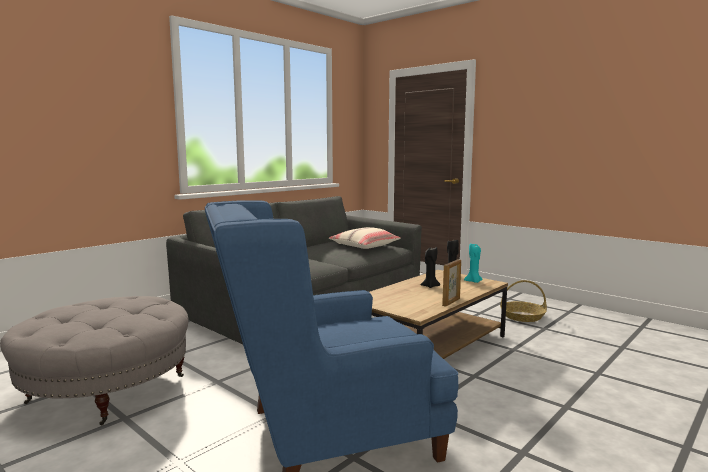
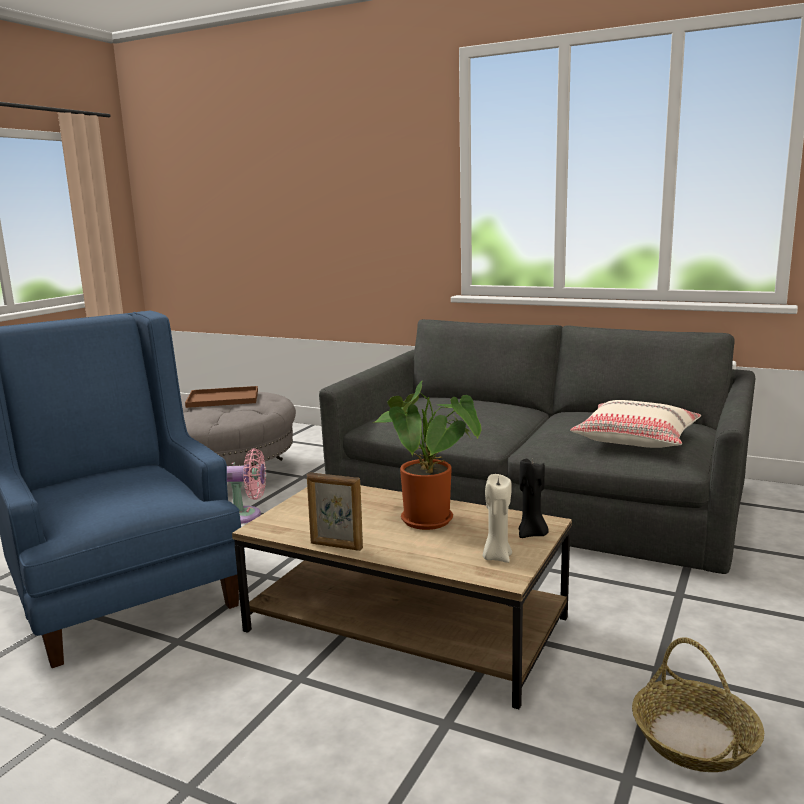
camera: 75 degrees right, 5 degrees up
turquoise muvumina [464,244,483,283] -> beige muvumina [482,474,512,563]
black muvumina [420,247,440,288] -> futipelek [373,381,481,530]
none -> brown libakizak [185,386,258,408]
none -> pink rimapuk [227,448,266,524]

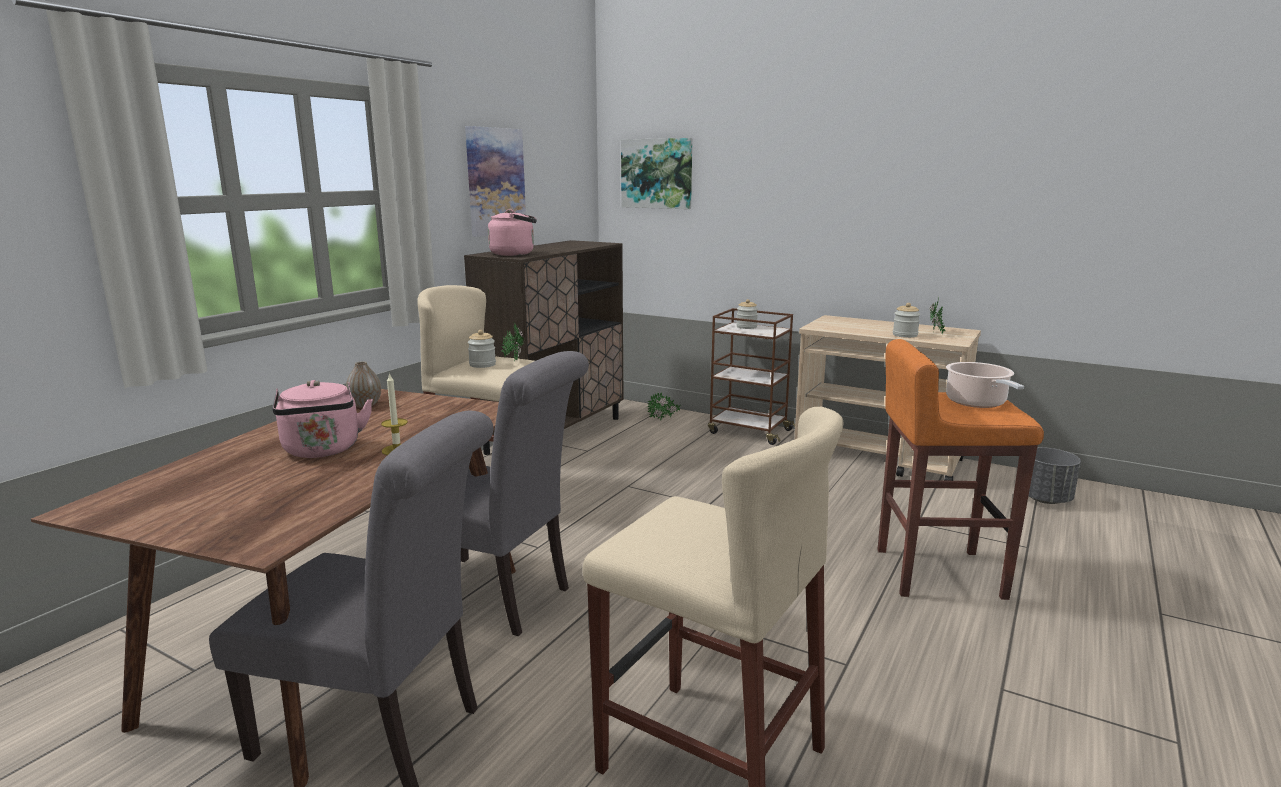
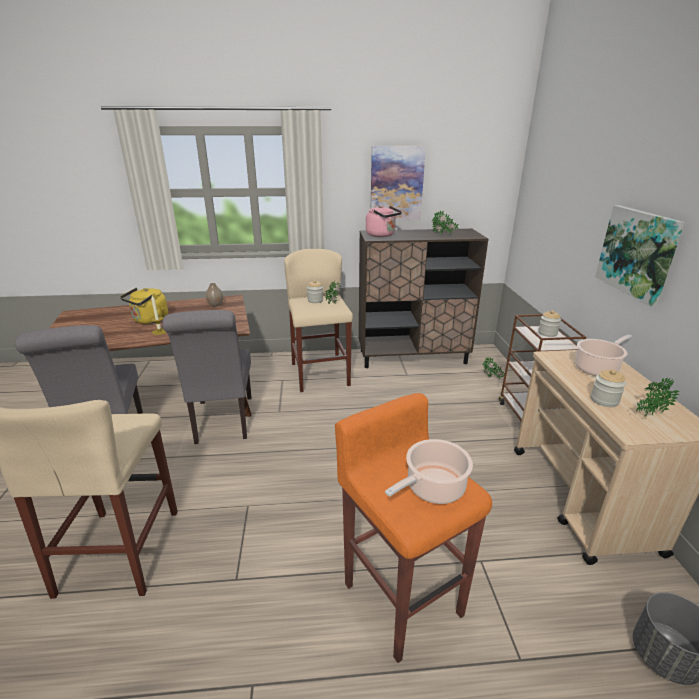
camera: 55 degrees right, 10 degrees up
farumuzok [621,138,692,209] -> farumuzok [595,205,685,306], moved
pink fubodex [272,380,373,458] -> yellow fubodex [120,288,168,324]
none -> futipelek [432,210,459,235]
none -> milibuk [575,334,632,376]

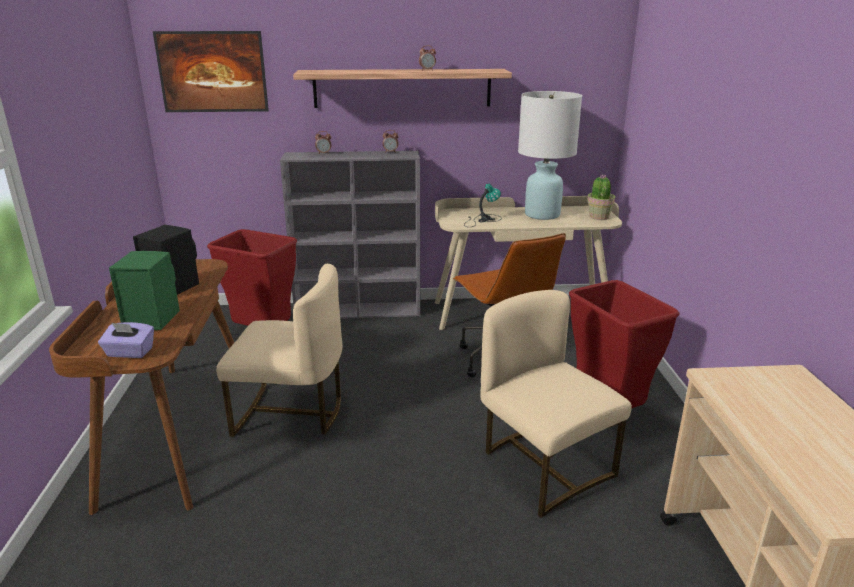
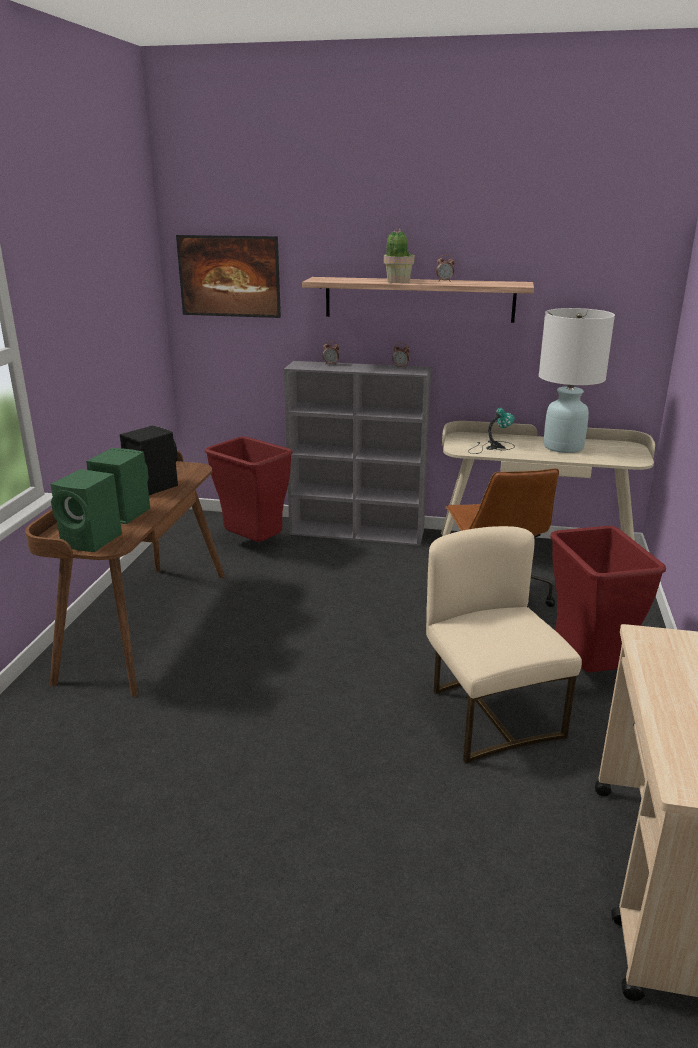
camera: 15 degrees right, 0 degrees up
futipelek [587,175,615,220] -> futipelek [384,228,415,283], moved
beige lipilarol [216,264,342,437] -> none
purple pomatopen [98,322,154,358] -> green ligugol [51,469,122,552]

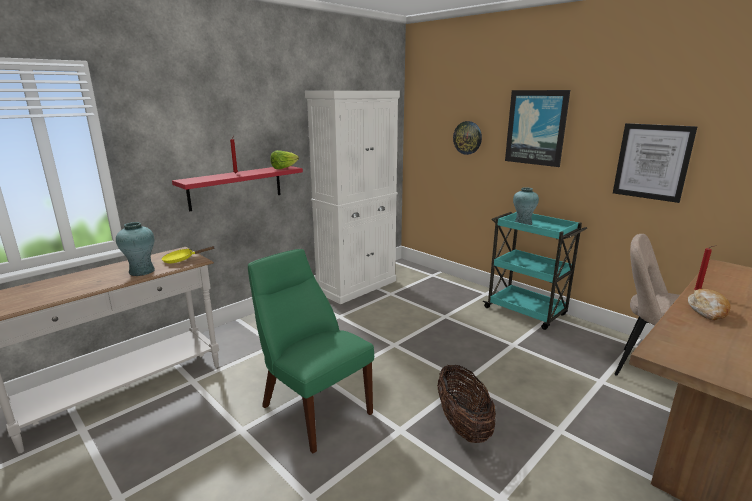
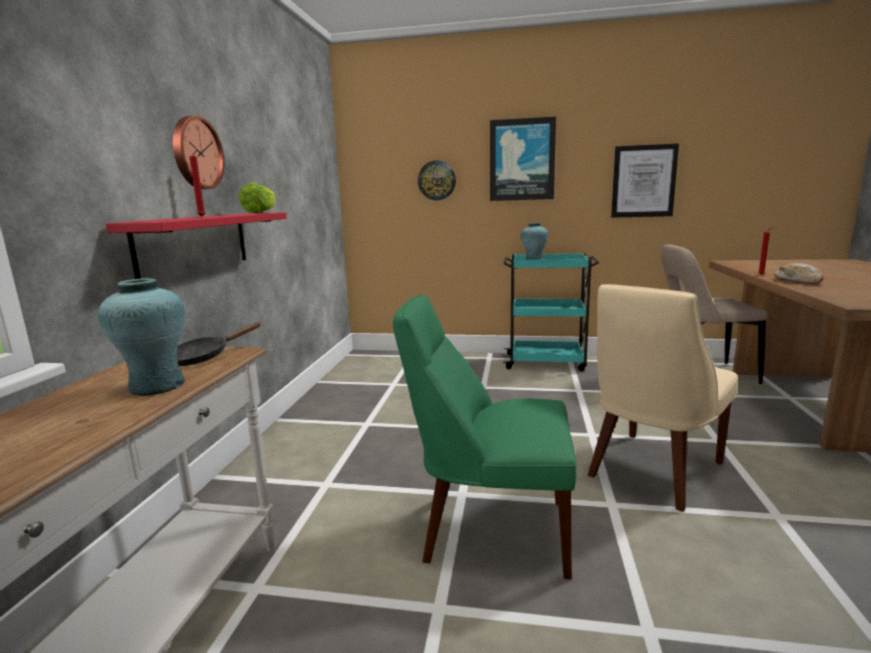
camera: 35 degrees left, 5 degrees down
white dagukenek [305,91,400,304] -> none
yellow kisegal [162,246,214,263] -> black kisegal [177,323,261,366]
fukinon [437,364,496,443] -> beige lipilarol [588,284,738,512]
none -> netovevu [173,116,225,189]

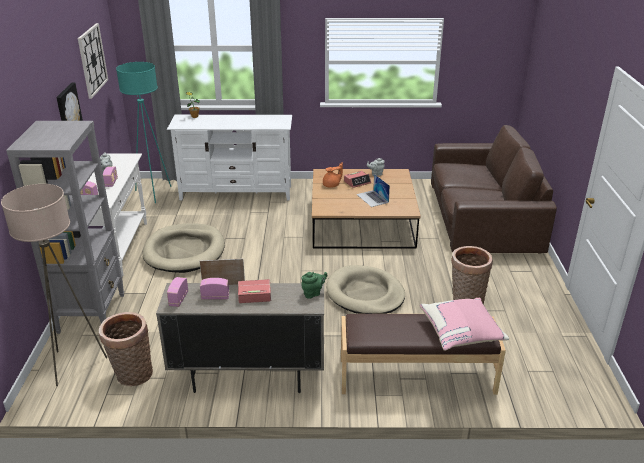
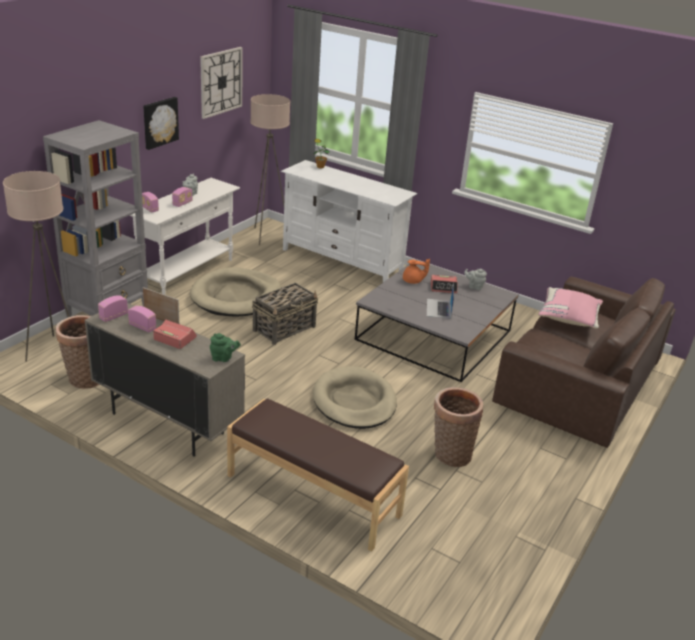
camera: 30 degrees right, 0 degrees up
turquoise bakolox [116,62,171,203] -> beige bakolox [250,94,290,245]
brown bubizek [312,169,421,249] -> grey bubizek [355,259,519,382]
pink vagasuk [420,298,509,351] -> pink vagasuk [538,287,603,329], moved
none -> fukinon [252,283,318,345]

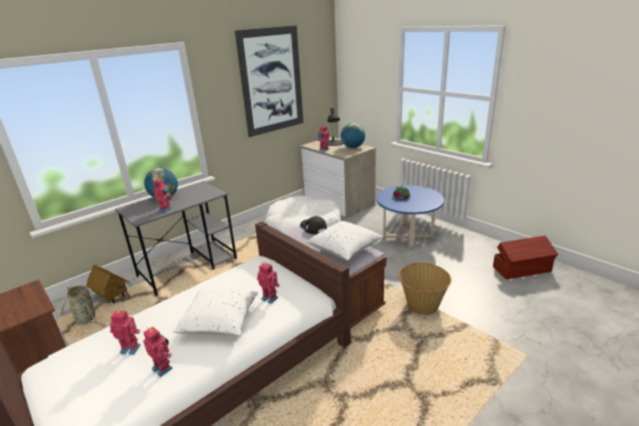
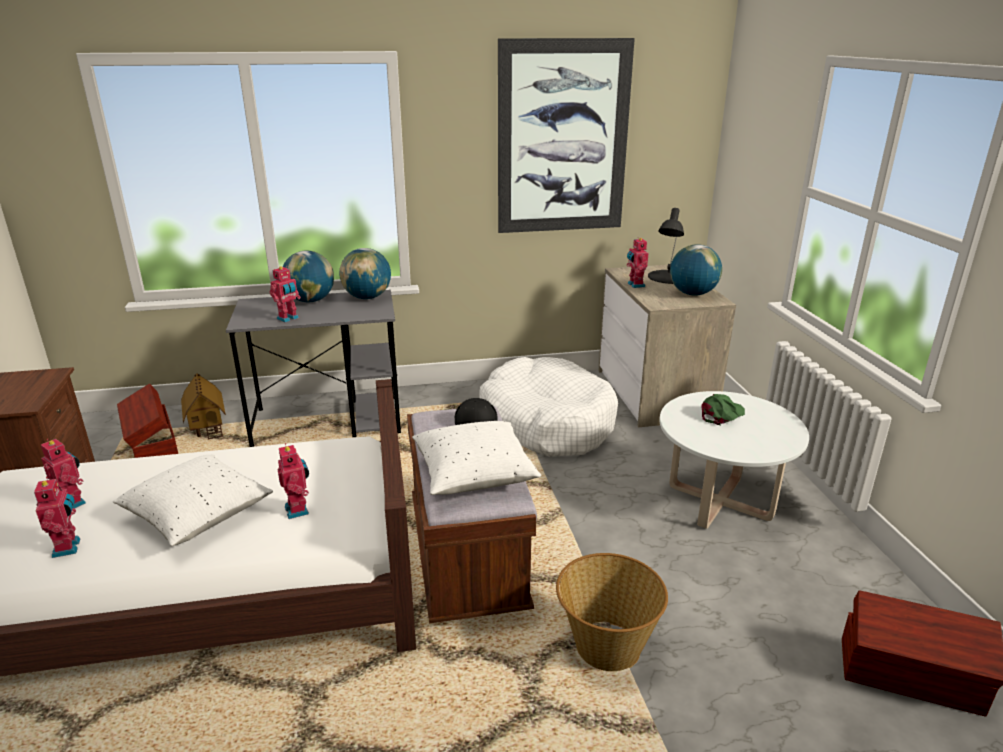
camera: 30 degrees right, 0 degrees up
blue bubizek [376,185,444,248] -> white bubizek [659,391,809,529]
fukinon [60,285,106,327] -> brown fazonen [117,383,178,458]
none -> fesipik [339,248,391,299]

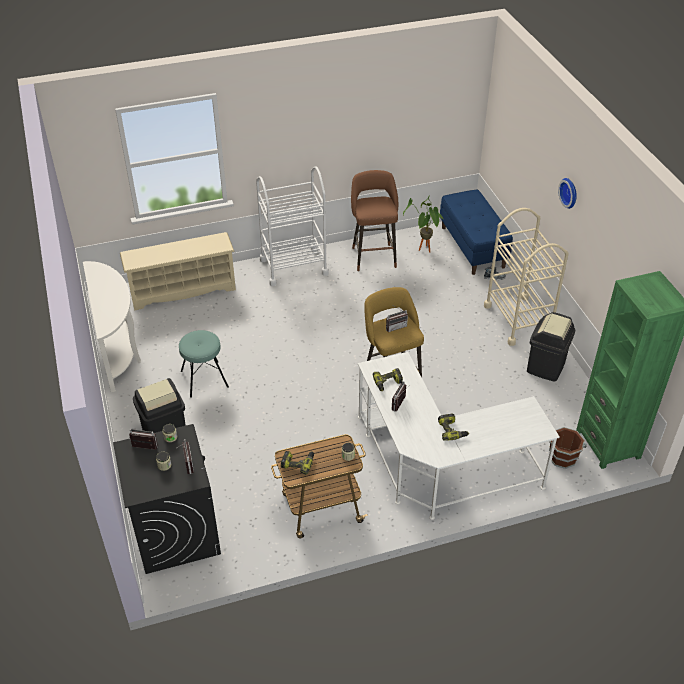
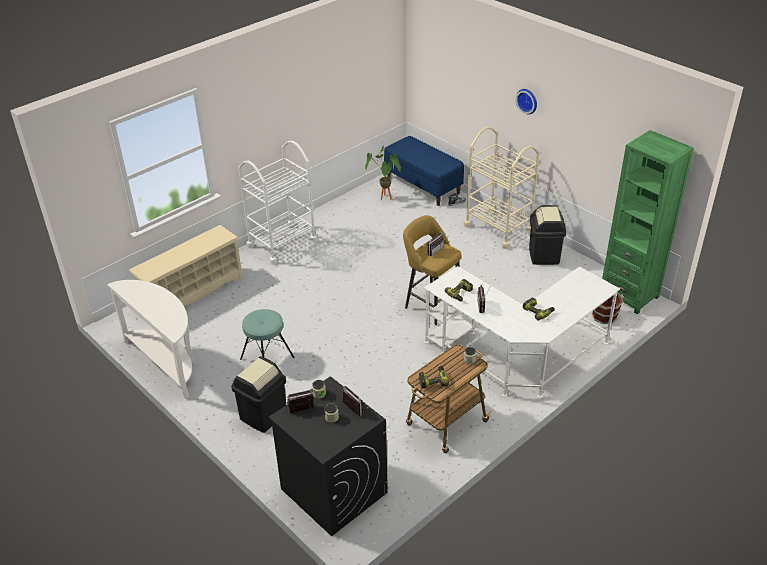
camera: 25 degrees left, 5 degrees down
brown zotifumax [351,170,398,271] -> none

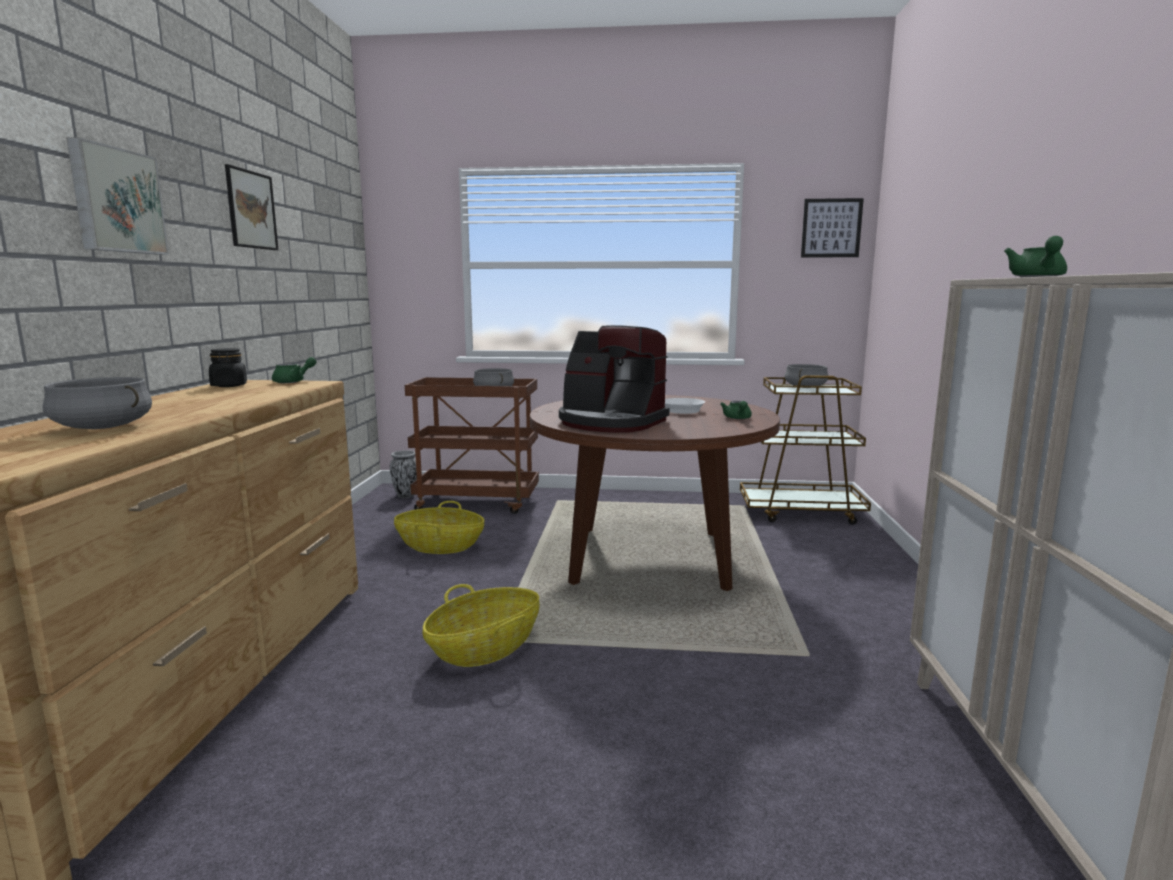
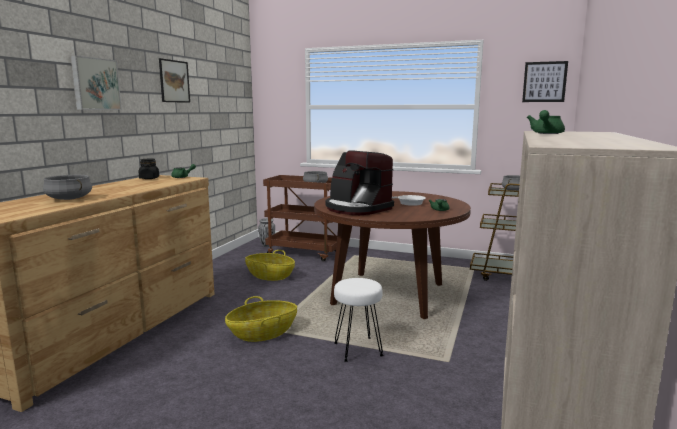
camera: 15 degrees right, 0 degrees up
none -> white zotifumax [334,278,384,362]

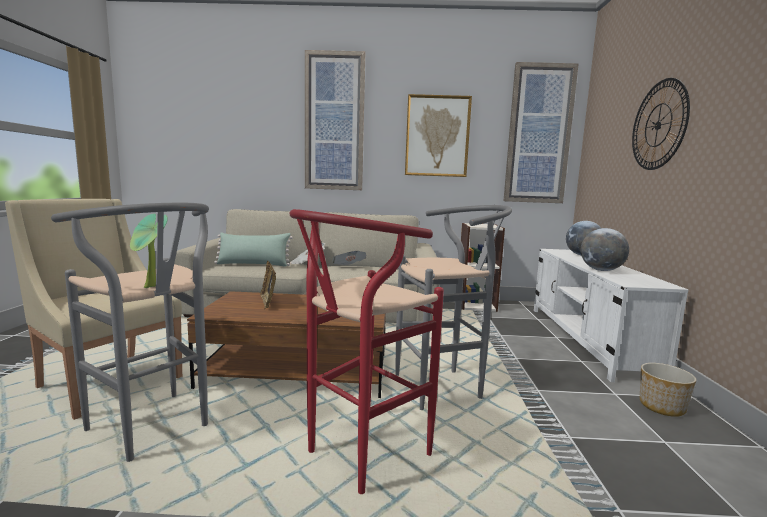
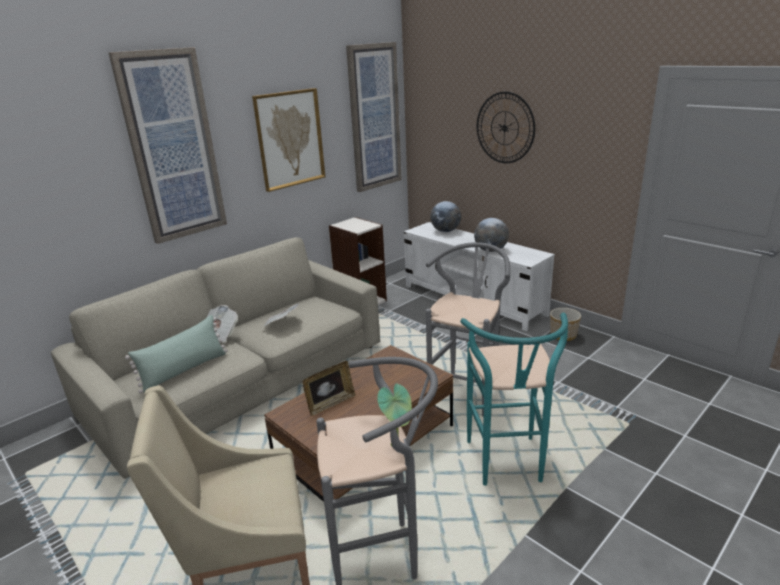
camera: 45 degrees left, 15 degrees up
red zotifumax [290,209,444,494] -> turquoise zotifumax [460,313,568,485]
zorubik [260,261,276,309] -> zorubik [303,361,356,416], 60 degrees counterclockwise

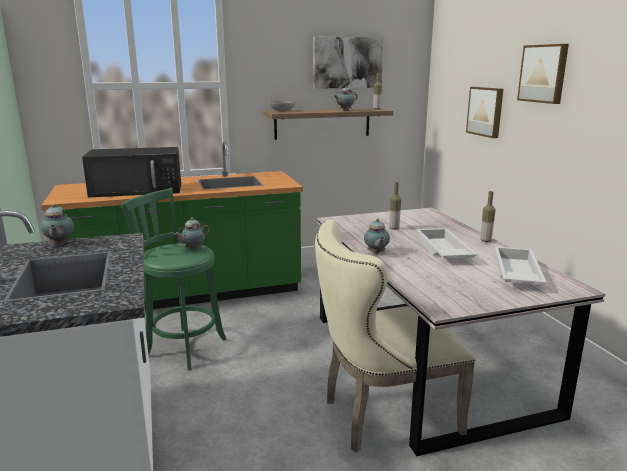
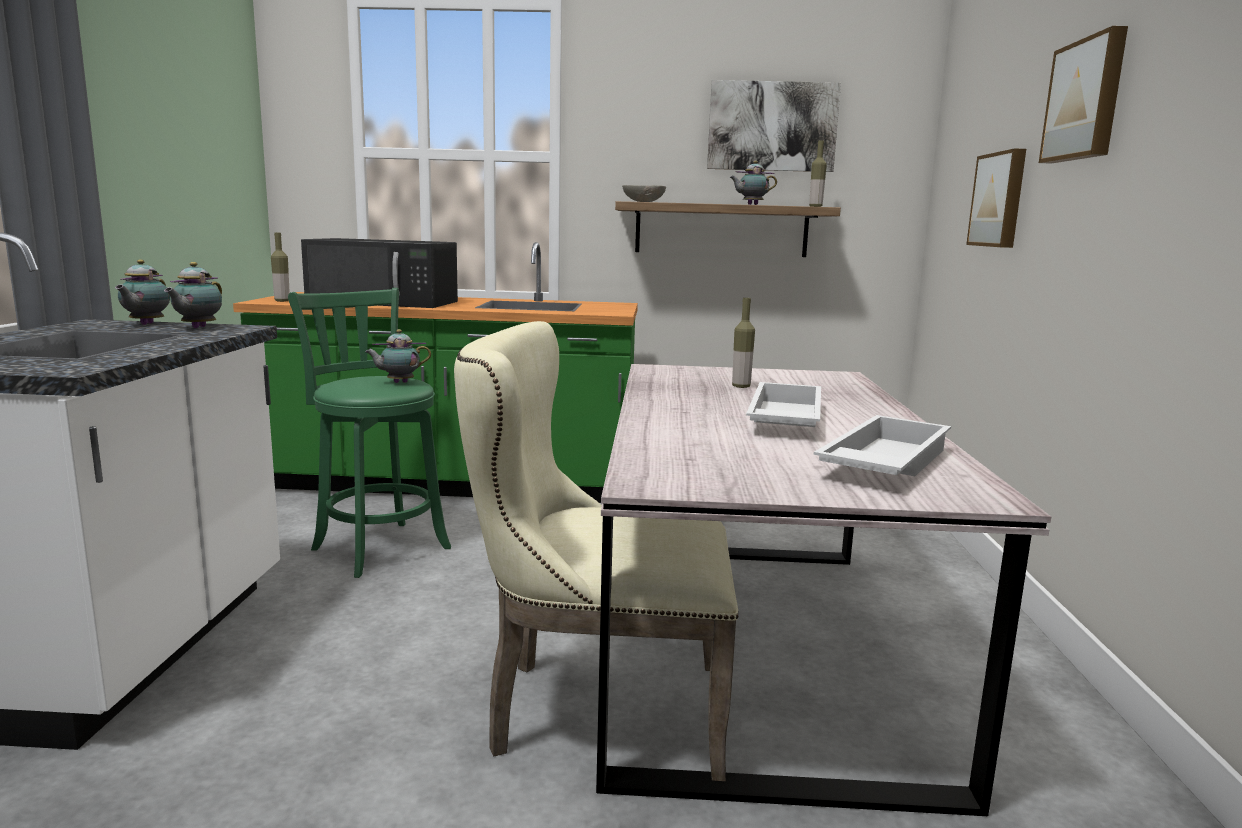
camera: 20 degrees right, 5 degrees down
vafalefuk [480,191,496,242] -> vafalefuk [271,233,290,302], moved
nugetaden [364,218,390,254] -> nugetaden [164,262,222,328], moved

